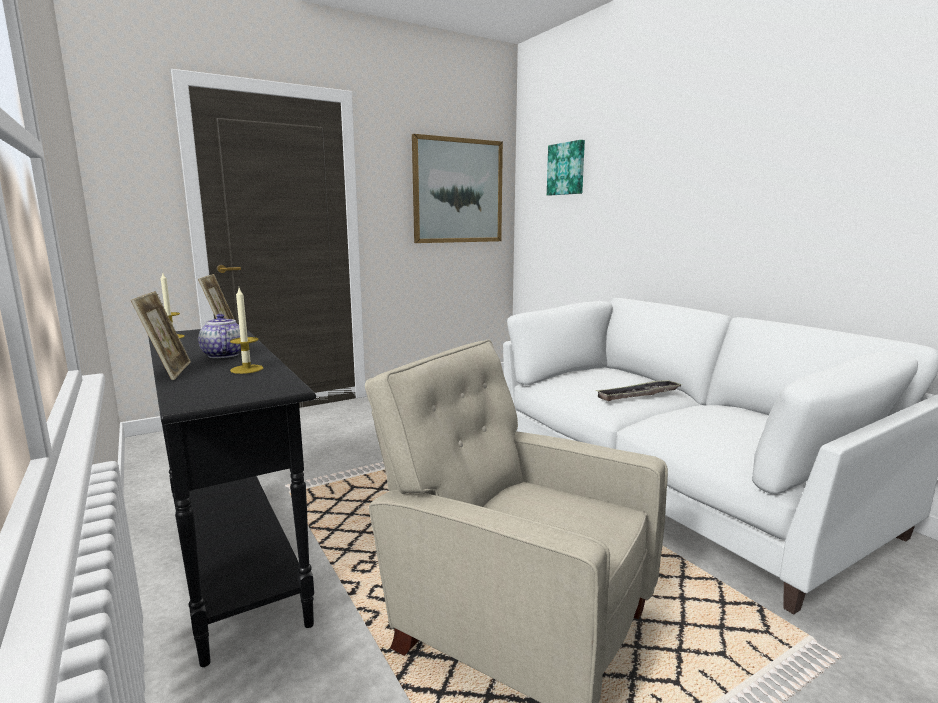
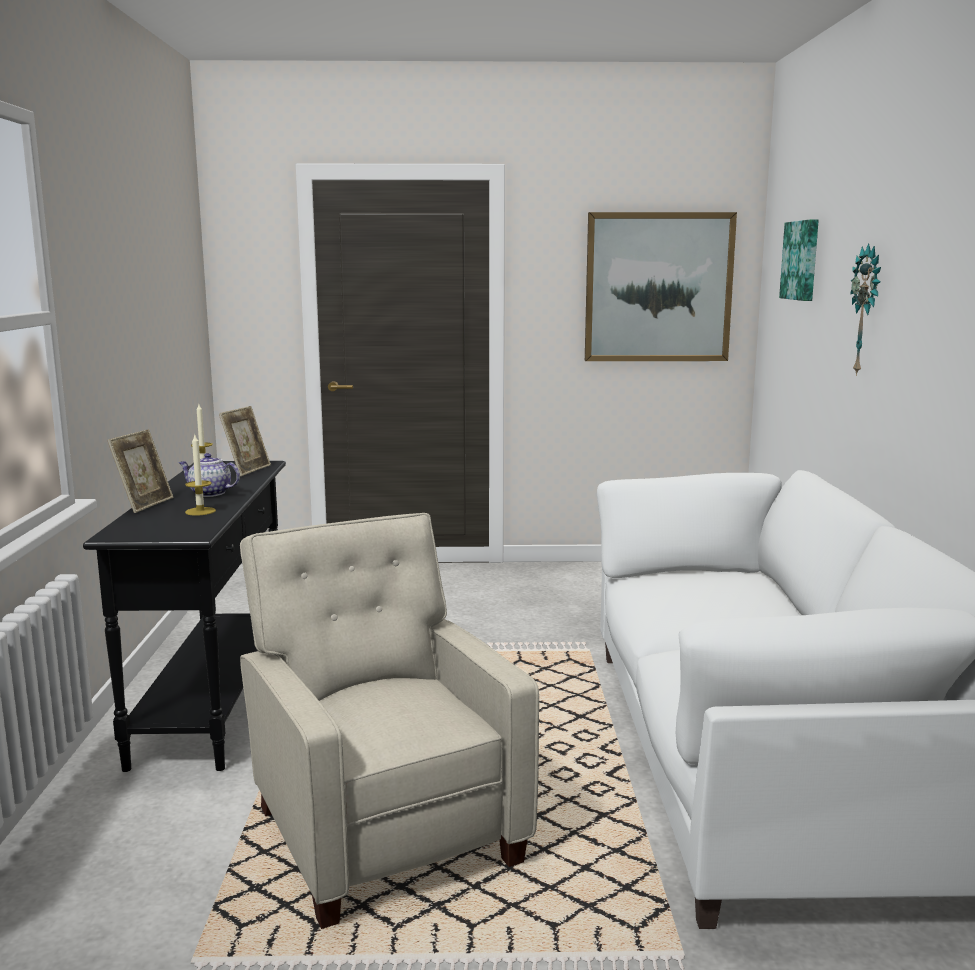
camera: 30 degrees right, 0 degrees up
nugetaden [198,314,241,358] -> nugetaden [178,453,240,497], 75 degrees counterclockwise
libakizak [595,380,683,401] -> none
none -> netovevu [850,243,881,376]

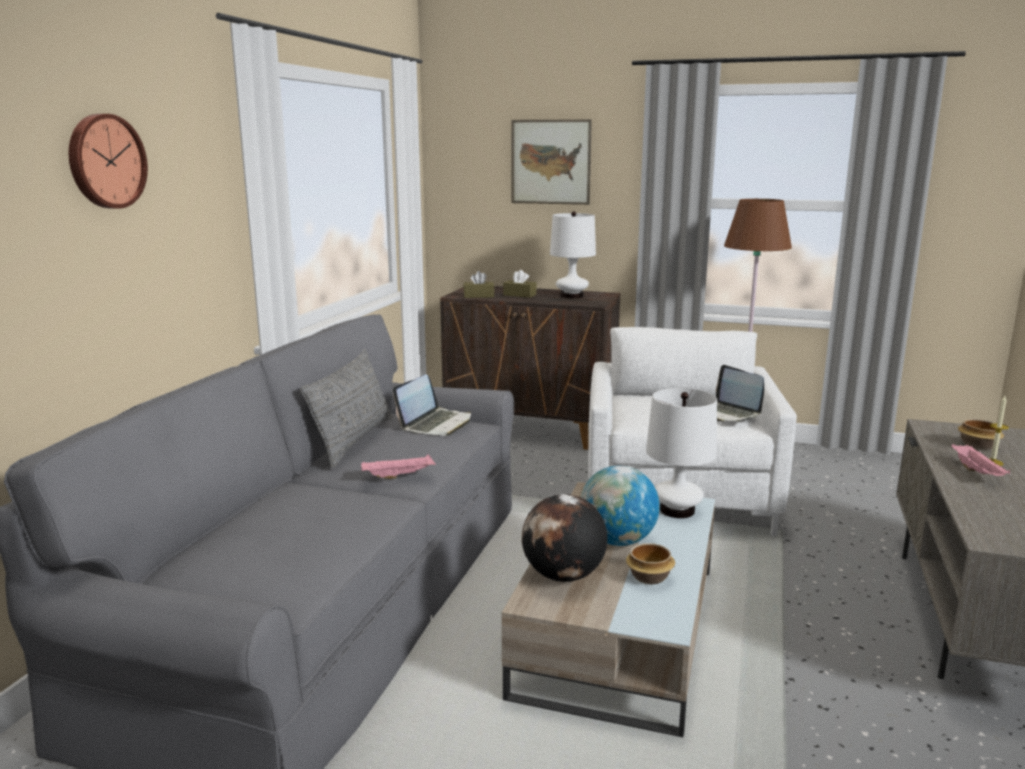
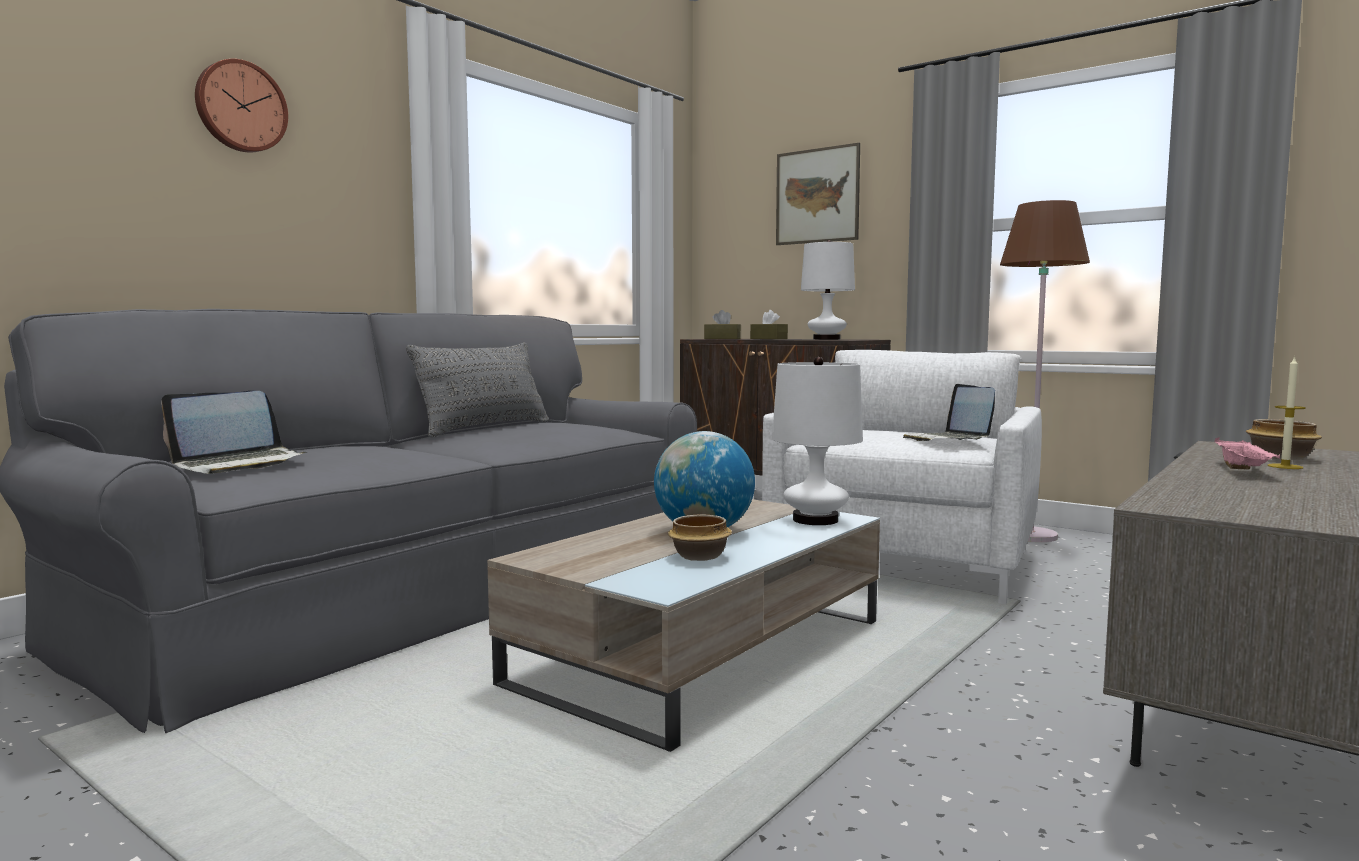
camera: 20 degrees right, 10 degrees down
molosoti [393,374,471,436] -> molosoti [161,391,307,474], moved
pink libakizak [361,454,436,479] -> none
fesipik [522,494,608,582] -> none

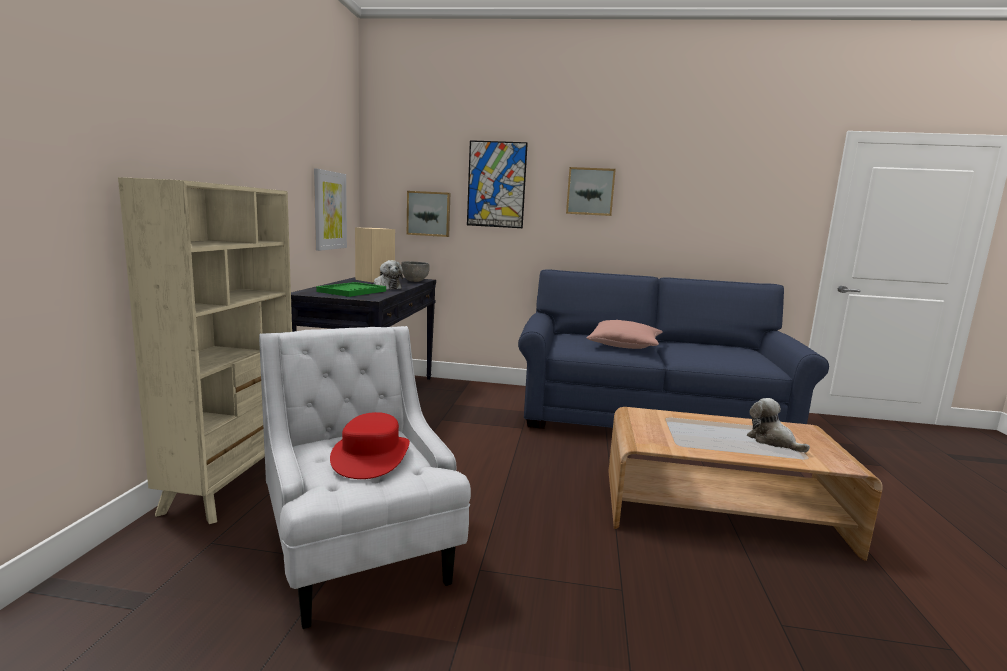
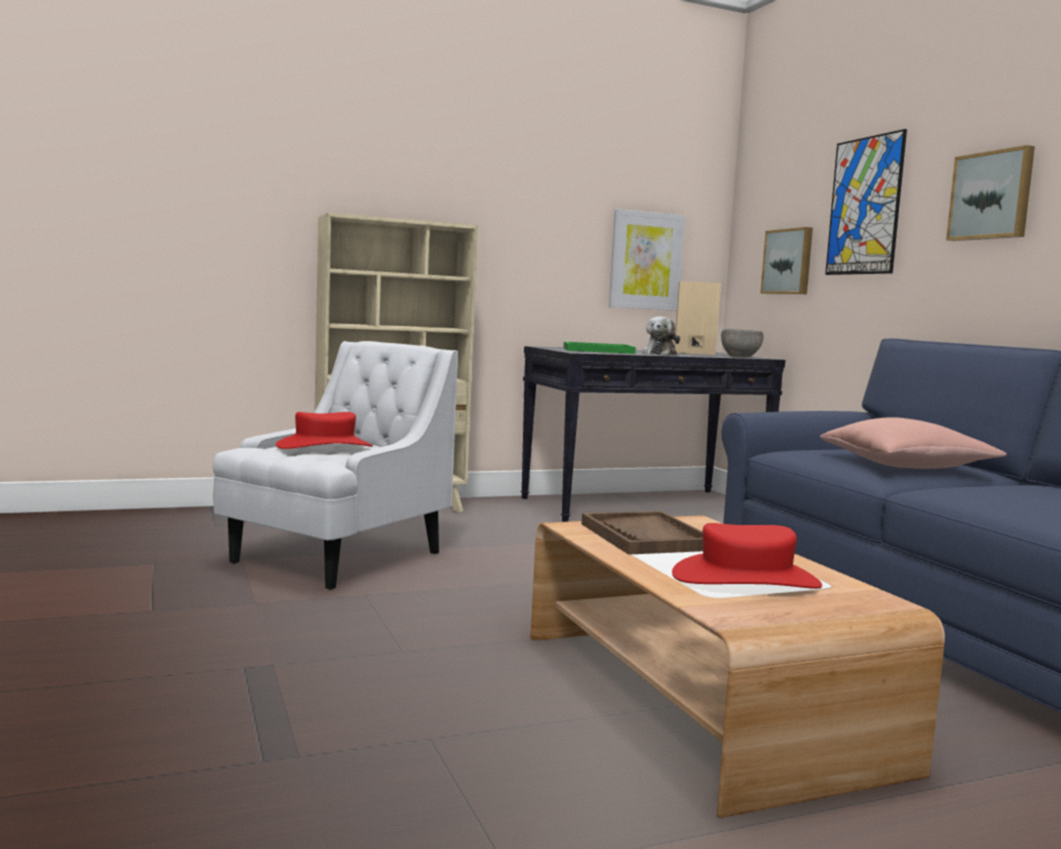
camera: 60 degrees right, 5 degrees down
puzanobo [746,398,810,453] -> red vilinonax [672,523,822,589]
none -> brown libakizak [581,511,703,555]

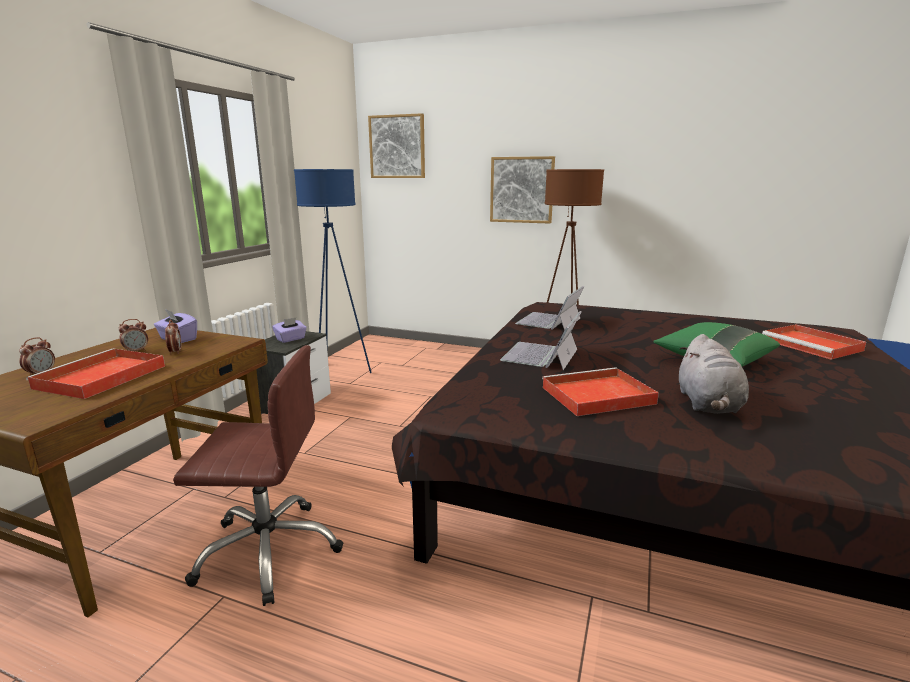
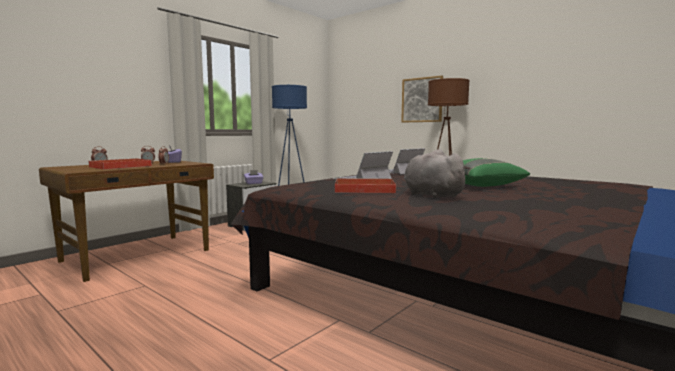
camera: 20 degrees right, 10 degrees down
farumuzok [368,113,425,178] -> none
red libakizak [762,324,866,360] -> none
grey puzanobo [679,334,749,414] -> grey puzanobo [404,149,470,198], 120 degrees clockwise
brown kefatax [173,345,343,606] -> none

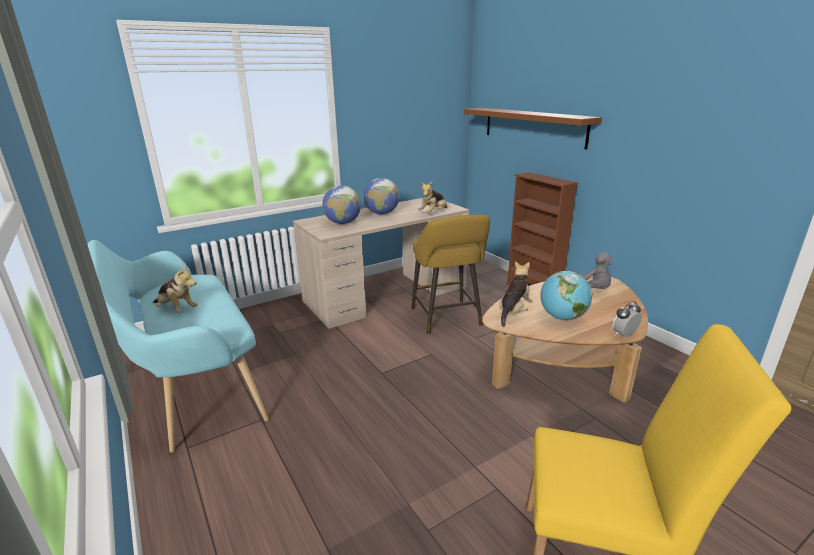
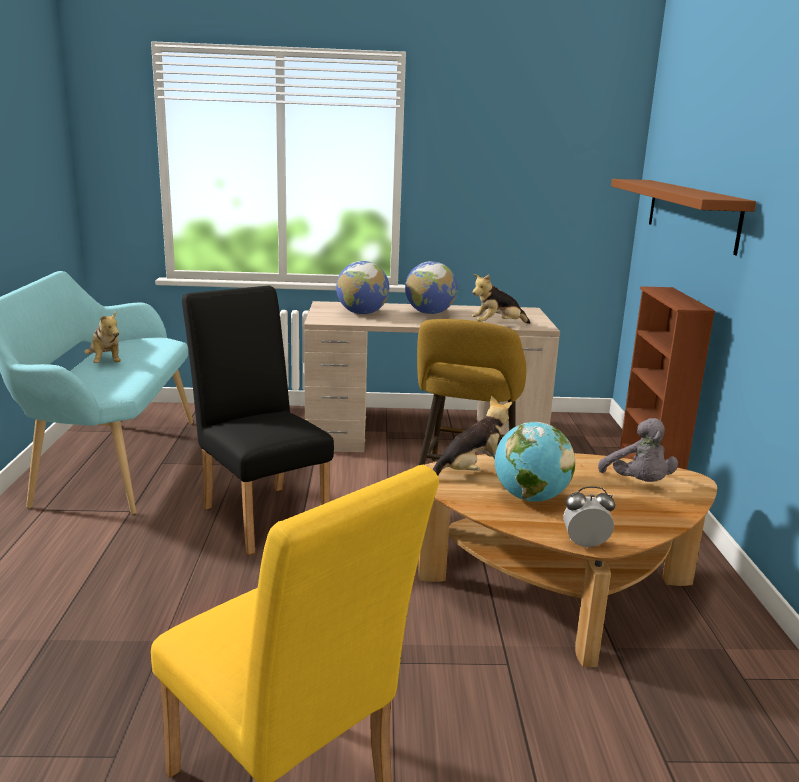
camera: 30 degrees right, 5 degrees down
none -> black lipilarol [182,285,334,555]

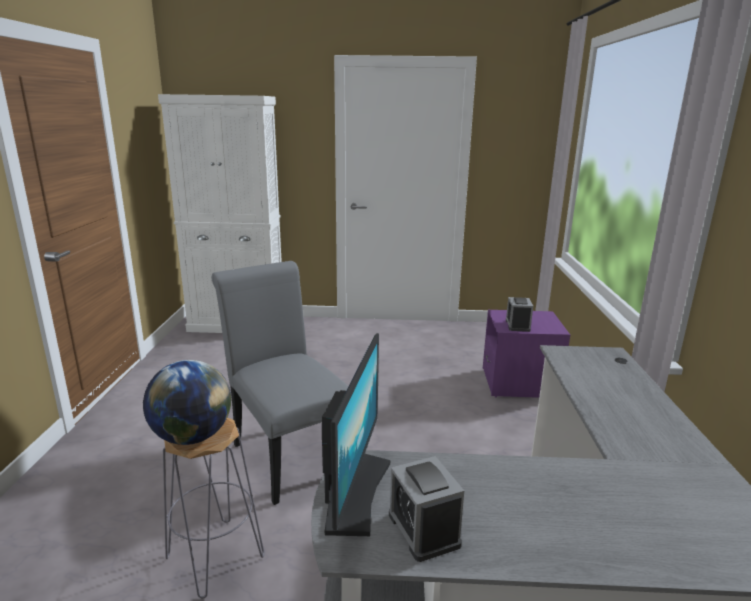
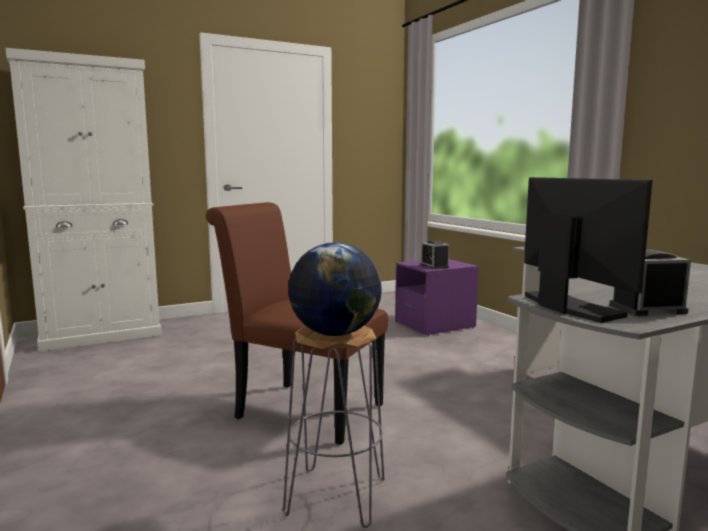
camera: 30 degrees left, 10 degrees down
grey lipilarol [212,261,349,505] -> brown lipilarol [206,202,388,445]
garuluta [389,456,464,562] -> garuluta [610,249,691,316], 135 degrees clockwise

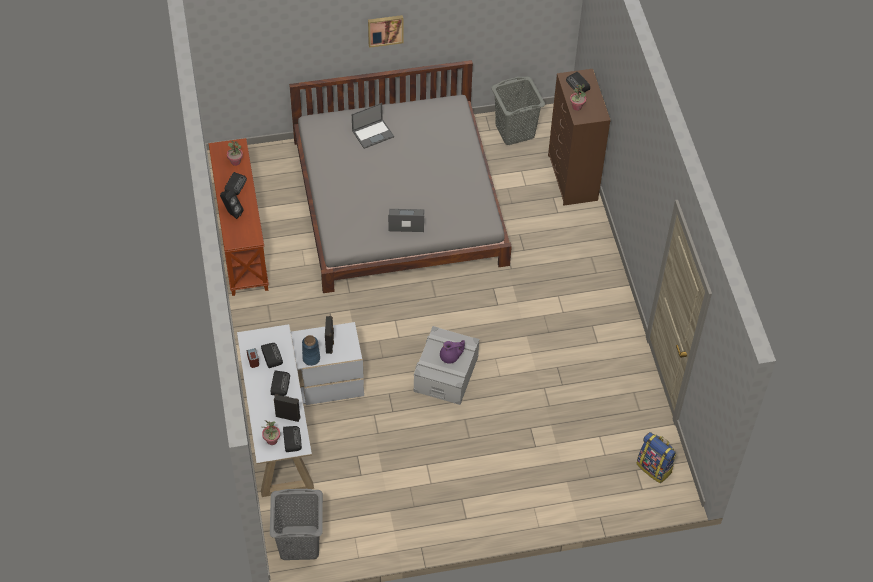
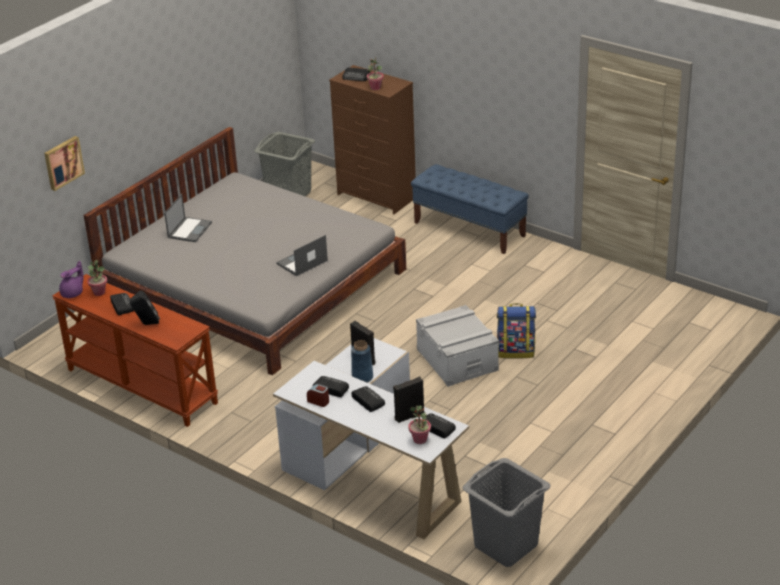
camera: 40 degrees left, 20 degrees down
farumuzok [368,15,403,48] -> farumuzok [44,136,85,191], moved
purple nugetaden [440,340,465,363] -> purple nugetaden [59,261,83,298], moved
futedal [637,432,676,483] -> futedal [497,303,536,359], moved
none -> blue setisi [411,164,529,254]

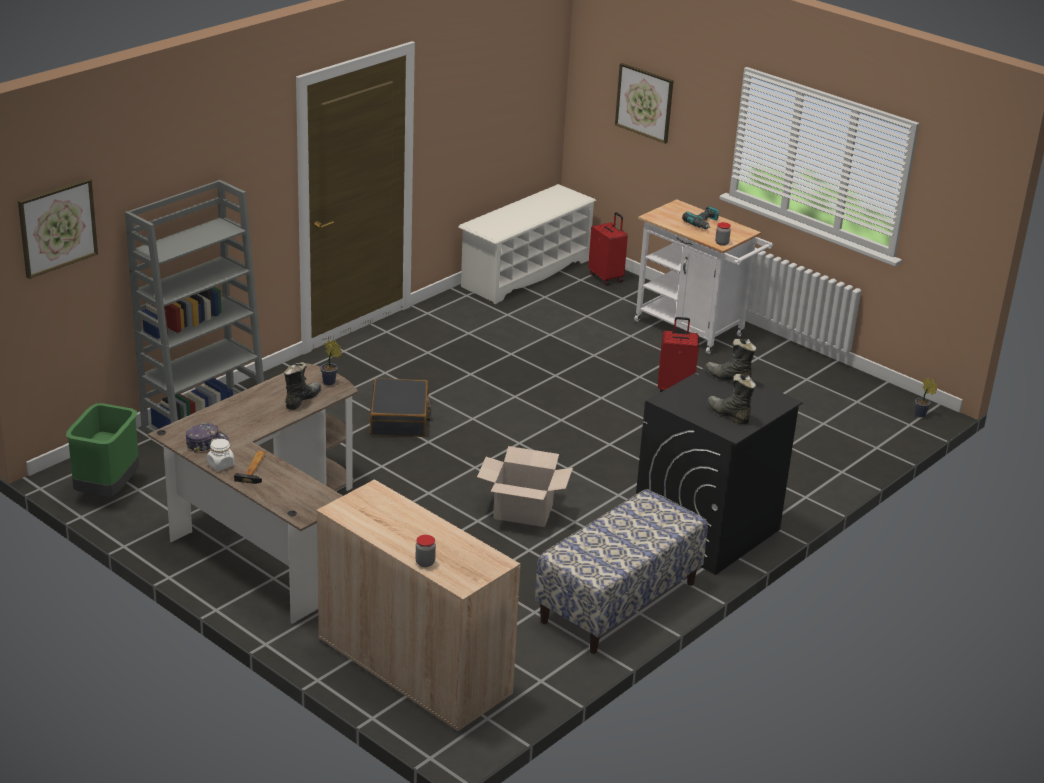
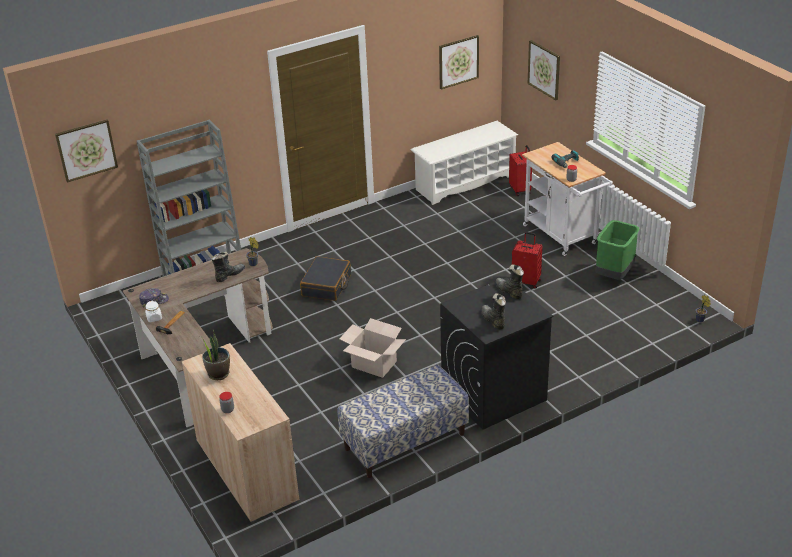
camera: 20 degrees right, 5 degrees up
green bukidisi [66,403,139,497] -> green bukidisi [596,220,639,280], moved
none -> farumuzok [439,35,479,89]
none -> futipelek [200,330,230,380]

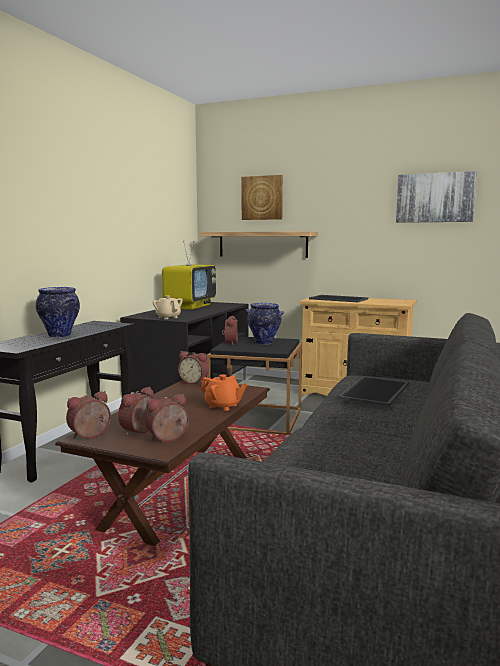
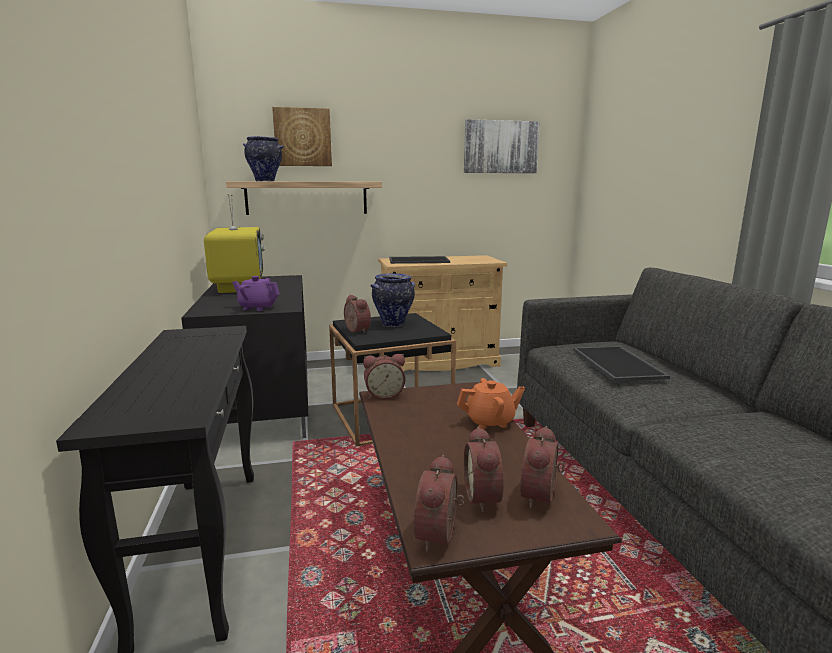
camera: 35 degrees left, 5 degrees up
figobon [36,287,80,337] -> figobon [243,136,284,181], moved
beige nugetaden [152,295,183,319] -> purple nugetaden [232,276,280,311]

